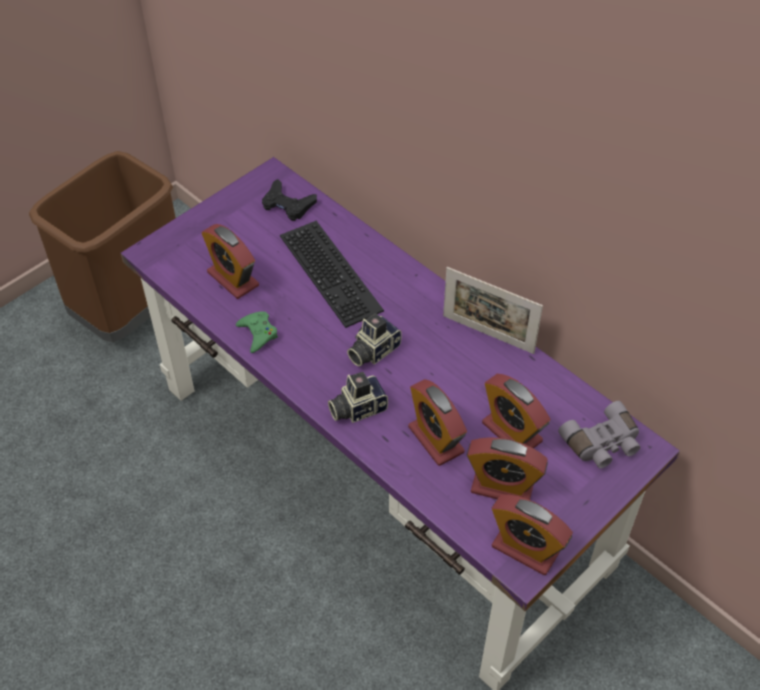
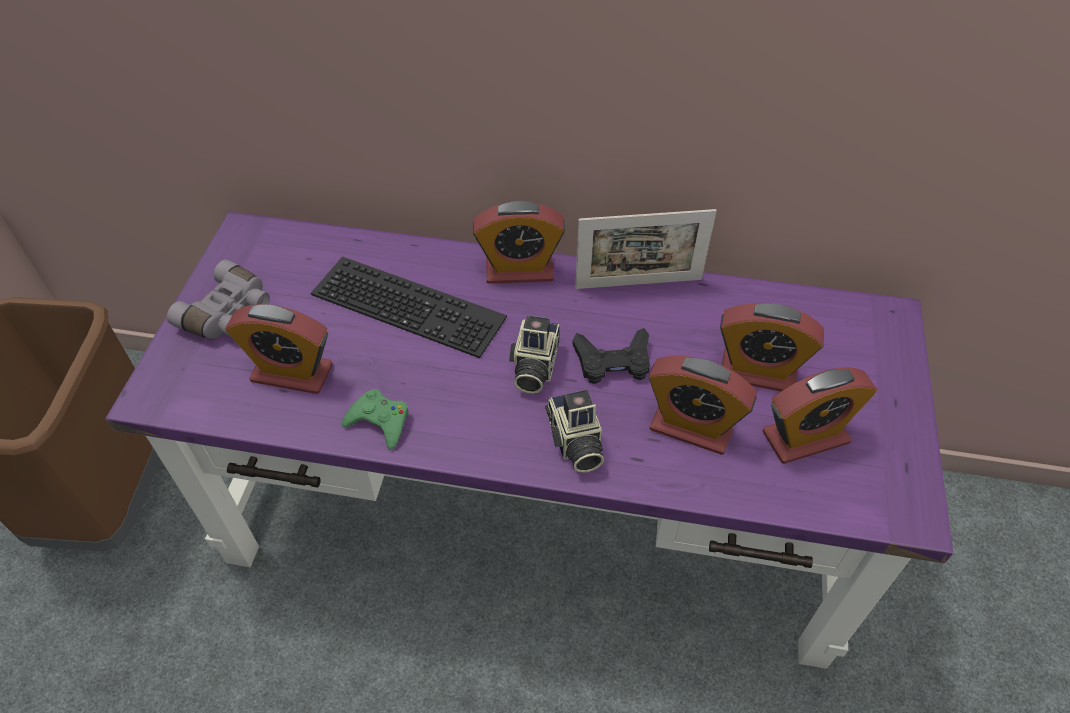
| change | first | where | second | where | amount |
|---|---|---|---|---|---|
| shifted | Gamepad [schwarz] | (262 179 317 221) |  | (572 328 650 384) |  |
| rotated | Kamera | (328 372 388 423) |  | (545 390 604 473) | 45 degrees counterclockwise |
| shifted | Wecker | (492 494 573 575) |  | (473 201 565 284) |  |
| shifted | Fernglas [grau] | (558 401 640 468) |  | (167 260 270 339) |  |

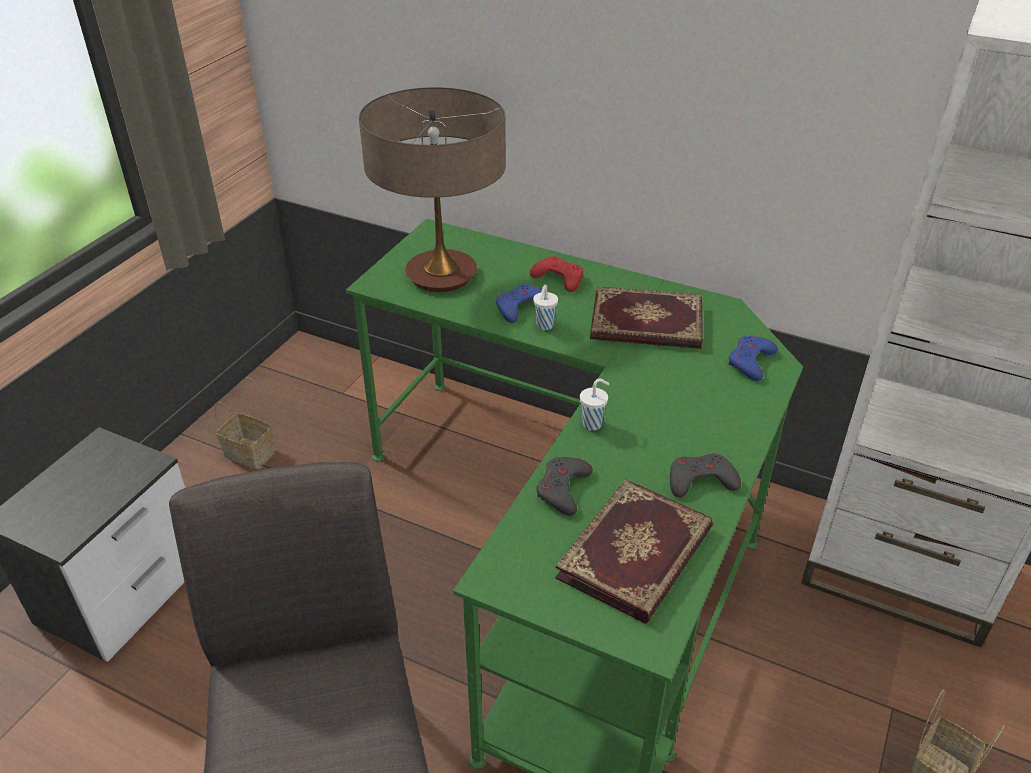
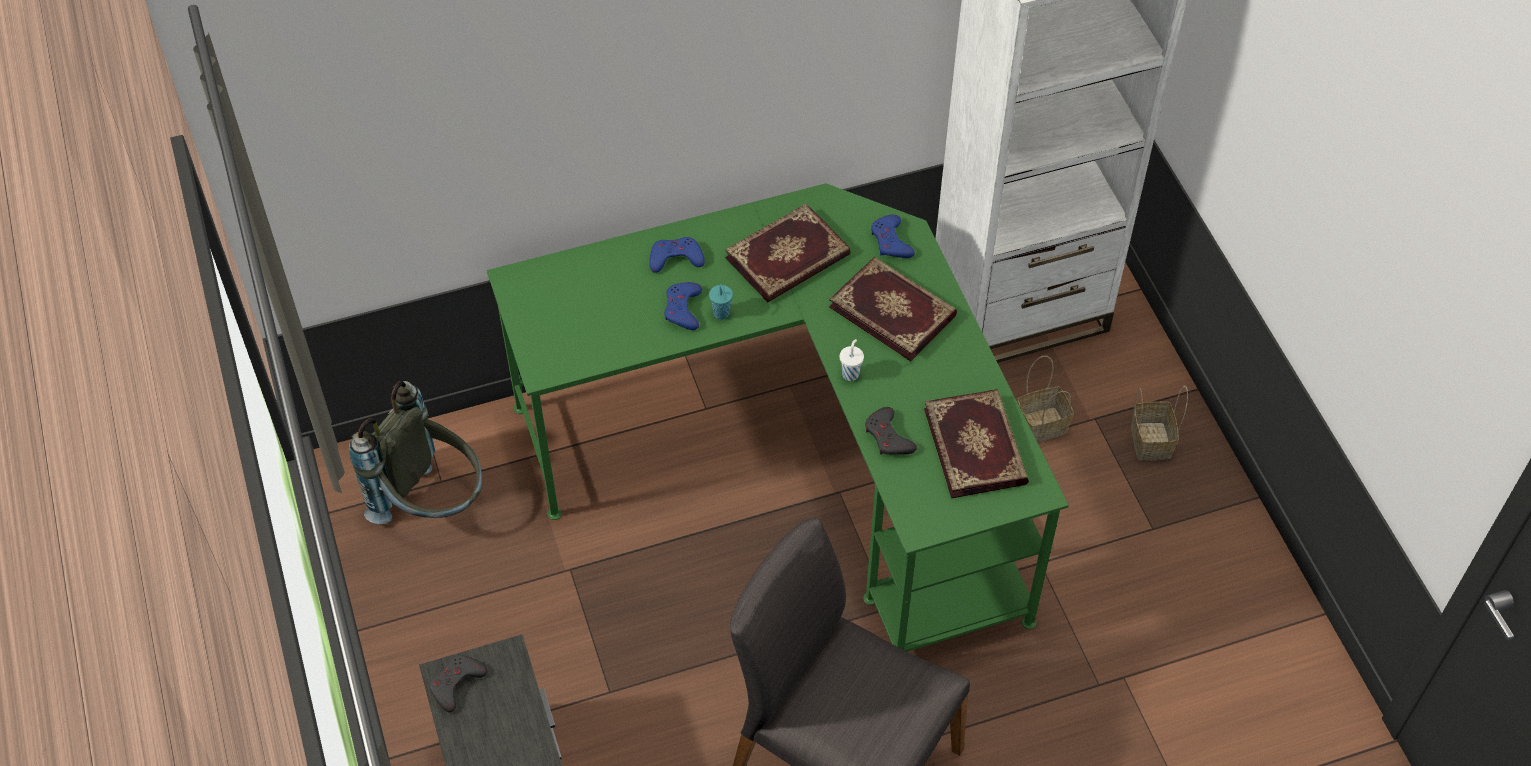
| change | first | where | second | where | amount |
|---|---|---|---|---|---|
| shifted | Korb | (214 377 275 469) |  | (1017 356 1074 443) |  |
| gone | Tischlampe | (359 87 506 292) |  |  |  |
| repainted | Gamepad [rot] | (530 256 584 292) | Gamepad [blau] | (649 237 705 273) |  |
| repainted | Tasse [weiß] | (533 284 558 330) | Tasse [türkis] | (709 284 733 320) |  |
| shifted | Gamepad [grau] | (670 454 741 497) |  | (429 655 488 712) |  |
| new |  |  | Rucksack [grau] | (349 381 482 524) |  |
| new |  |  | Buch | (829 257 957 361) |  |

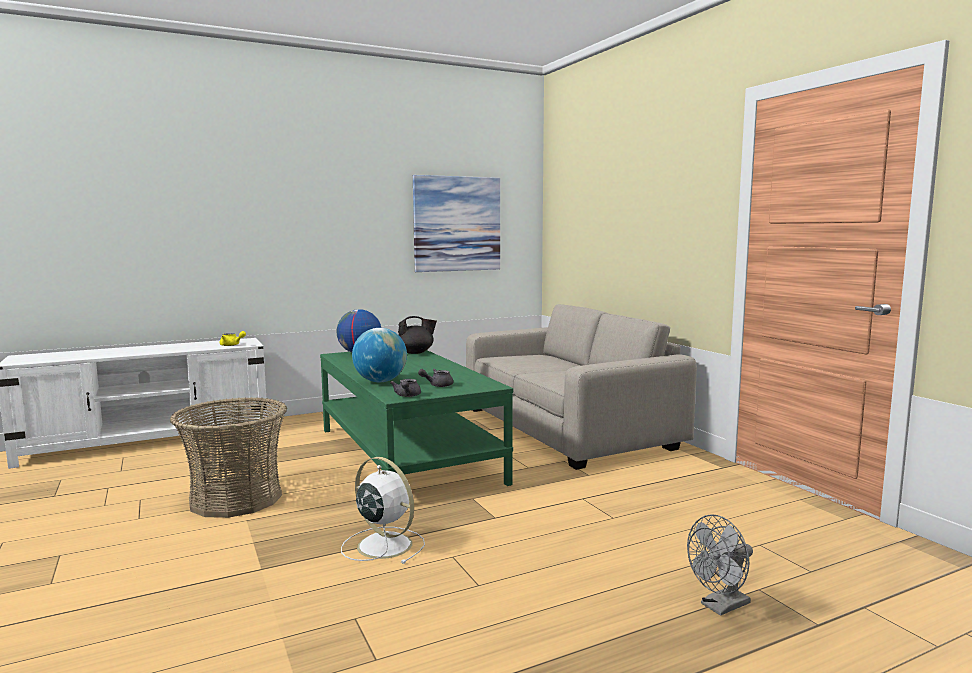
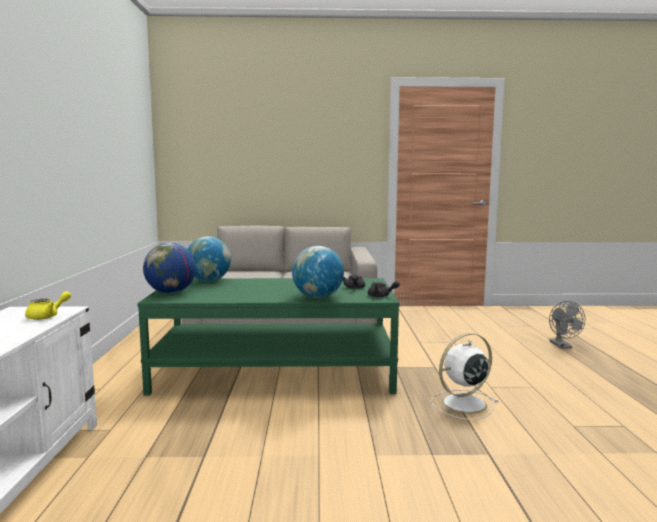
| change | first | where | second | where | amount |
|---|---|---|---|---|---|
| gone | Korb | (170 397 287 518) |  |  |  |
| swapped | Teekanne [schwarz] | (398 316 437 354) | Globus | (188 236 231 282) |  |
| gone | Bild | (413 175 500 272) |  |  |  |

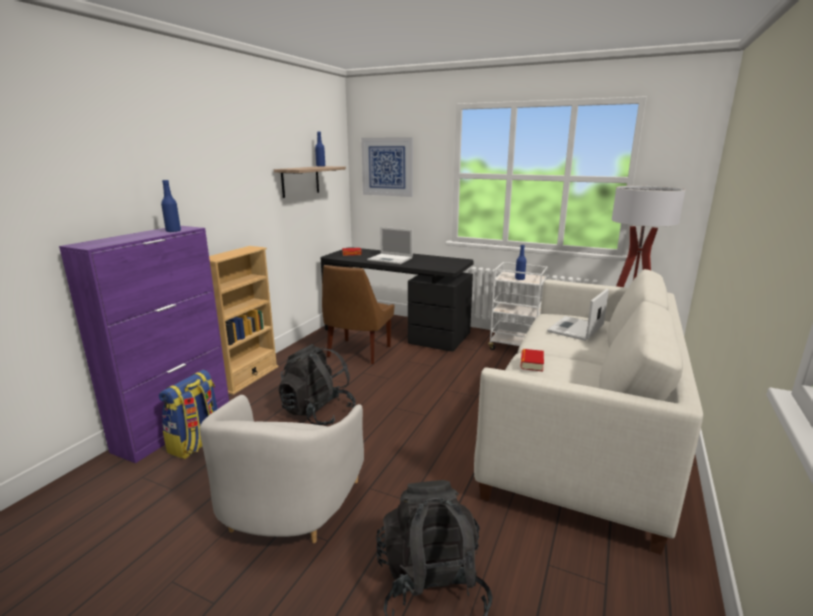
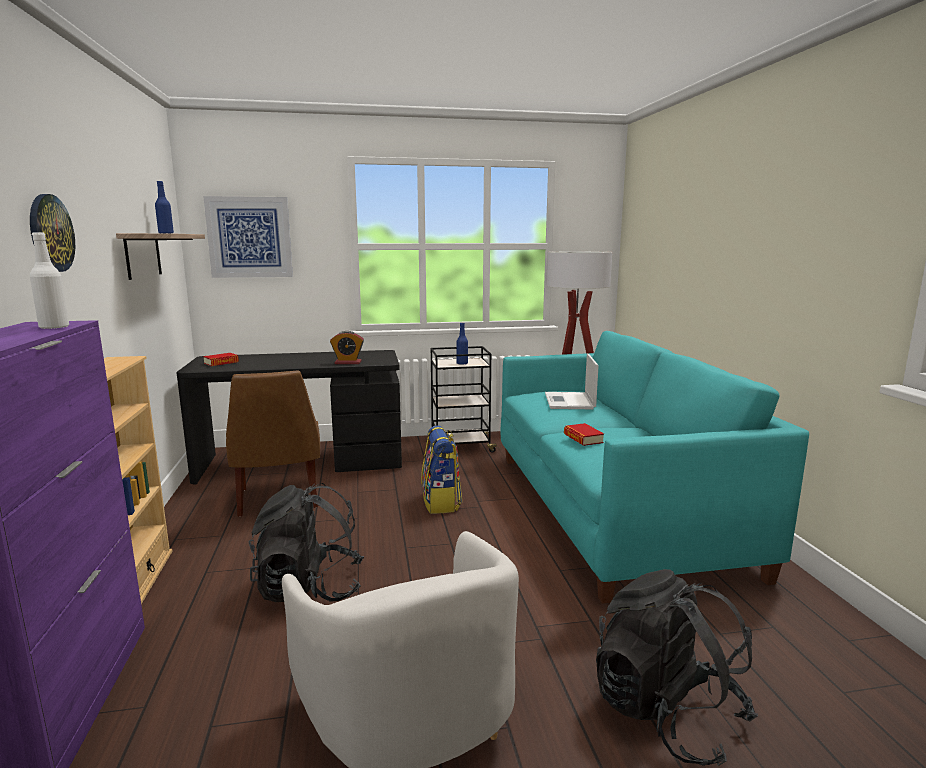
| change | first | where | second | where | amount |
|---|---|---|---|---|---|
| shifted | Rucksack | (159 370 218 459) |  | (421 425 462 514) |  |
| repainted | Flasche [blau] | (161 180 181 232) | Flasche [weiß] | (30 233 69 329) |  |
| gone | Laptop | (367 227 413 264) |  |  |  |
| repainted | Sofa [weiß] | (474 269 703 555) | Sofa [türkis] | (501 331 809 604) |  |
| repainted | Rollwagen [weiß] | (488 262 548 350) | Rollwagen [schwarz] | (431 346 499 453) |  |
| new |  |  | Wanduhr | (30 194 75 272) |  |
| new |  |  | Wecker | (330 331 364 364) |  |

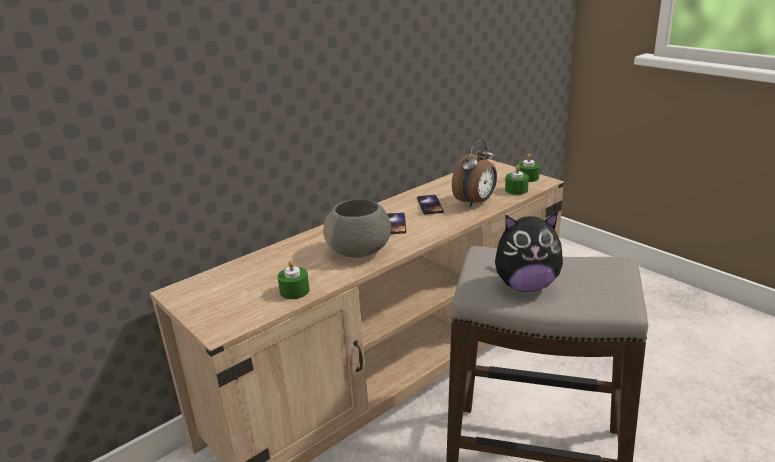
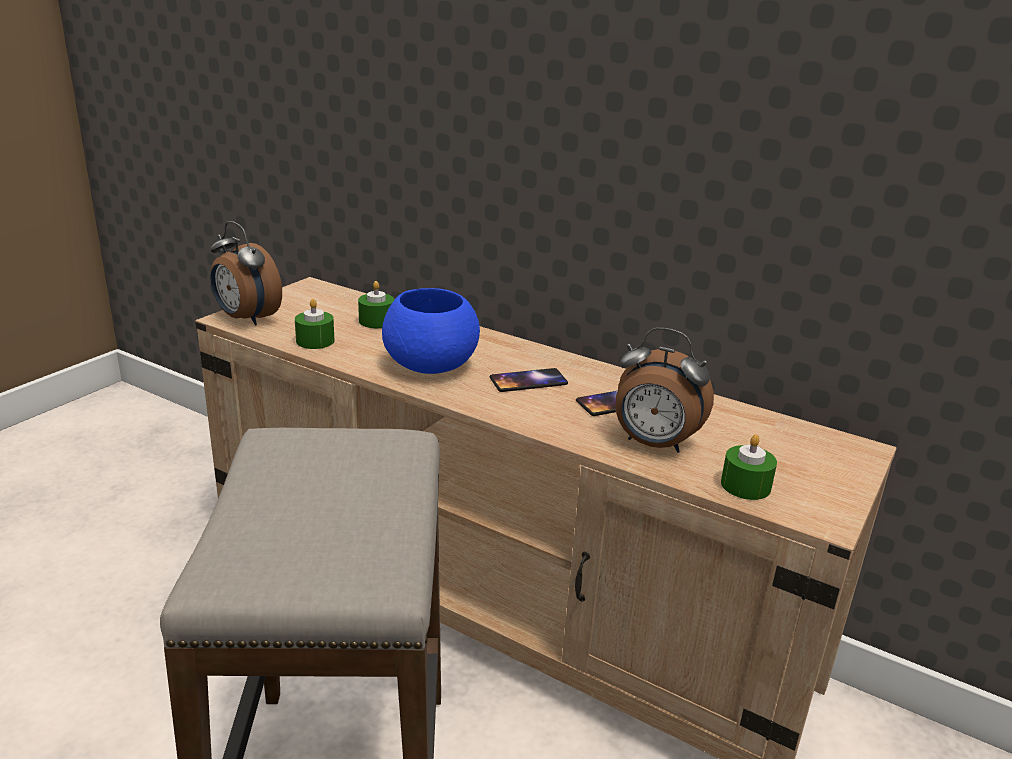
| change | first | where | second | where | amount |
|---|---|---|---|---|---|
| repainted | Schüssel [grau] | (323 199 391 258) | Schüssel [blau] | (382 288 480 374) |  |
| gone | Plüschtier | (495 212 563 292) |  |  |  |
| shifted | Kerze [grün] | (518 153 540 182) |  | (358 281 394 328) |  |
| new |  |  | Wecker | (210 221 282 326) |  |

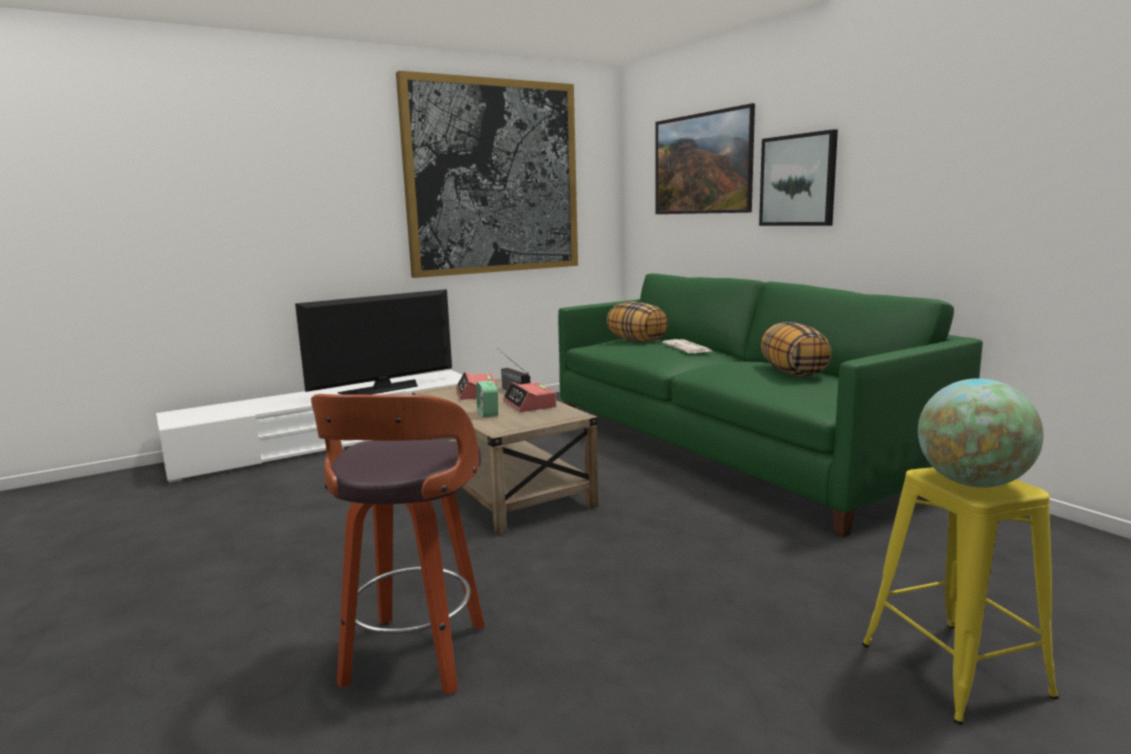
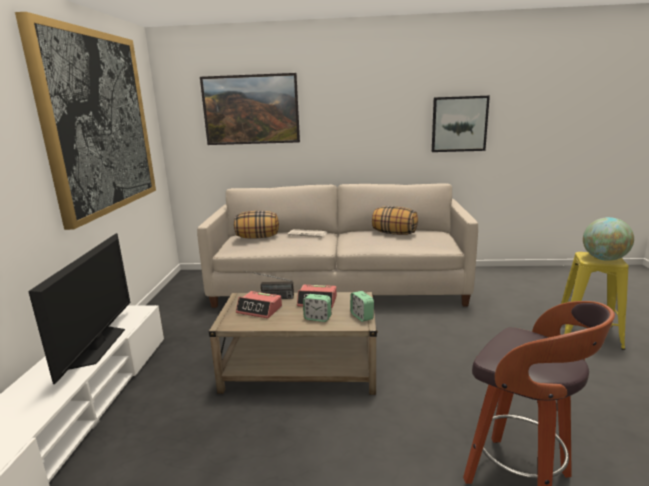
| change | first | where | second | where | amount |
|---|---|---|---|---|---|
| repainted | Sofa [grün] | (558 273 983 537) | Sofa [beige] | (197 183 478 308) |  |
| shifted | Bild | (759 129 838 226) |  | (432 96 490 152) |  |
| new |  |  | Wecker | (350 291 374 322) |  |

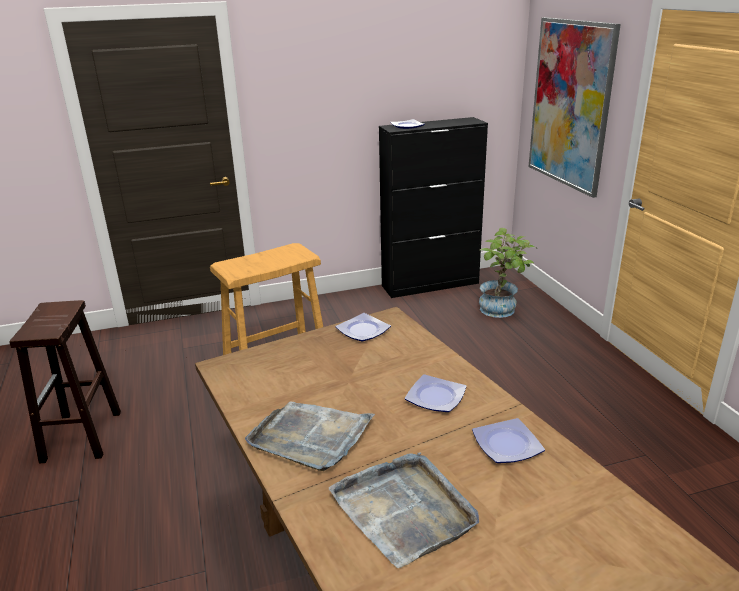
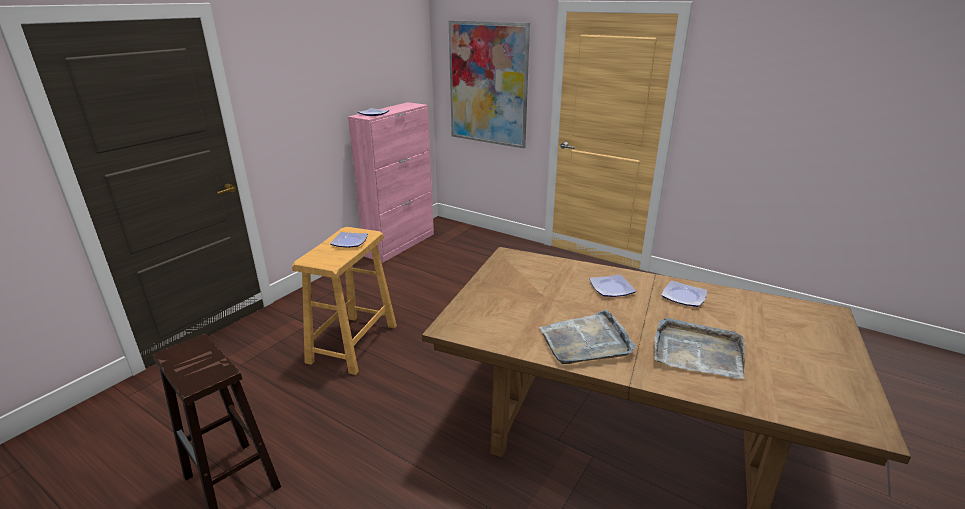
| change | first | where | second | where | amount |
|---|---|---|---|---|---|
| shifted | Teller | (335 313 391 341) |  | (330 232 368 247) |  |
| repainted | Schrank [schwarz] | (379 117 488 298) | Schrank [rosa] | (348 102 434 263) |  |
| gone | Topfpflanze | (479 228 538 318) |  |  |  |

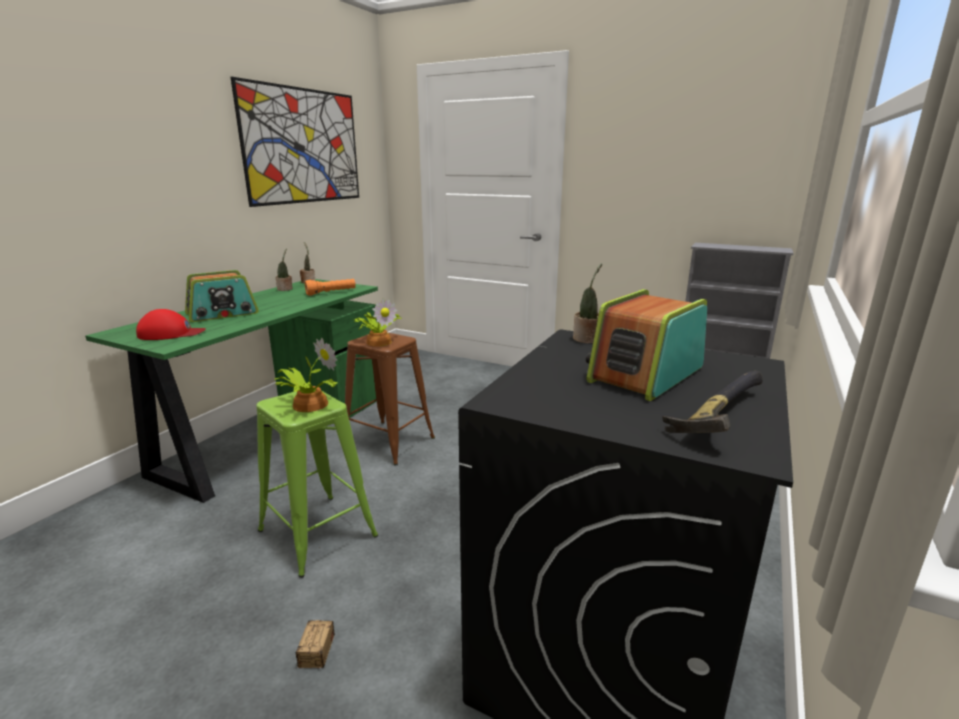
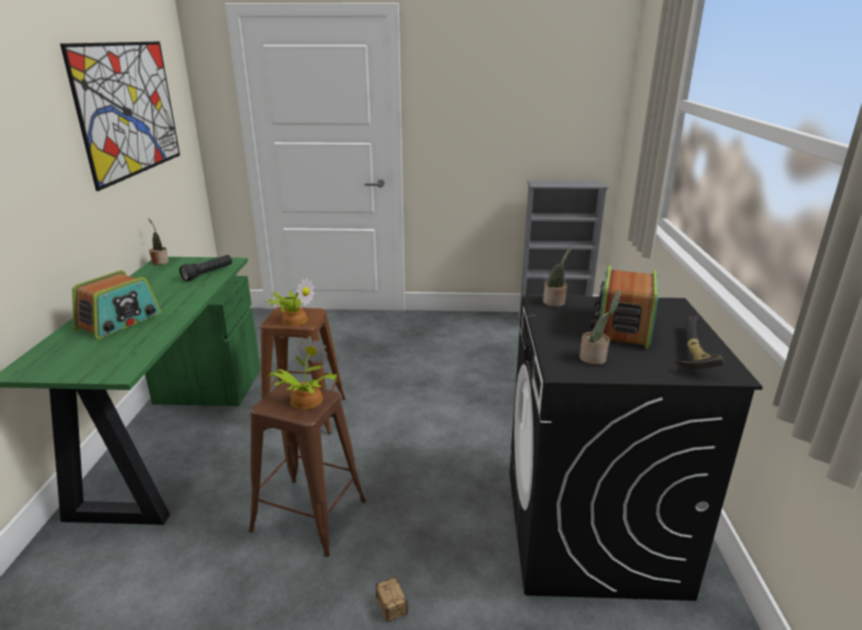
| change | first | where | second | where | amount |
|---|---|---|---|---|---|
| gone | Kappe [rot] | (136 309 206 340) |  |  |  |
| repainted | Hocker [grün] | (256 390 378 578) | Hocker [braun] | (249 382 366 557) |  |
| shifted | Topfpflanze | (276 248 293 291) |  | (580 290 621 365) |  |
| repainted | Taschenlampe [orange] | (305 279 356 296) | Taschenlampe [schwarz] | (179 255 232 281) |  |

